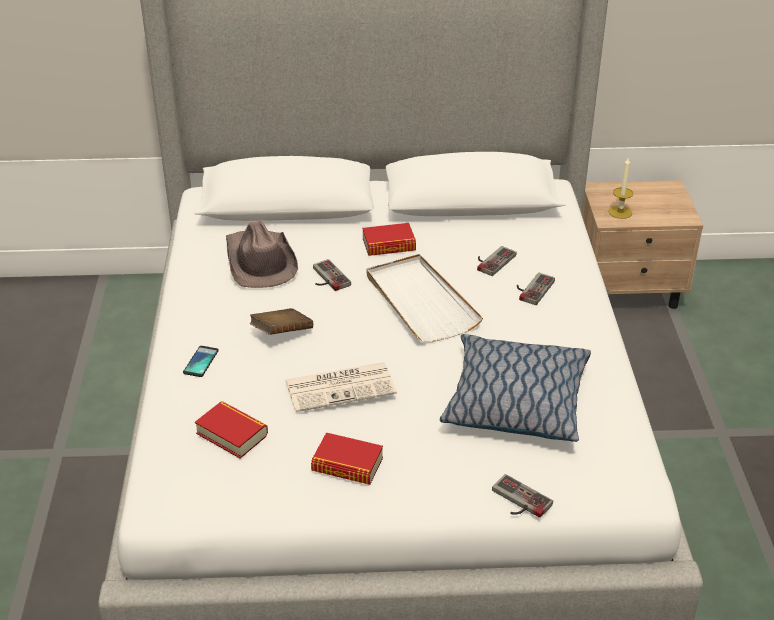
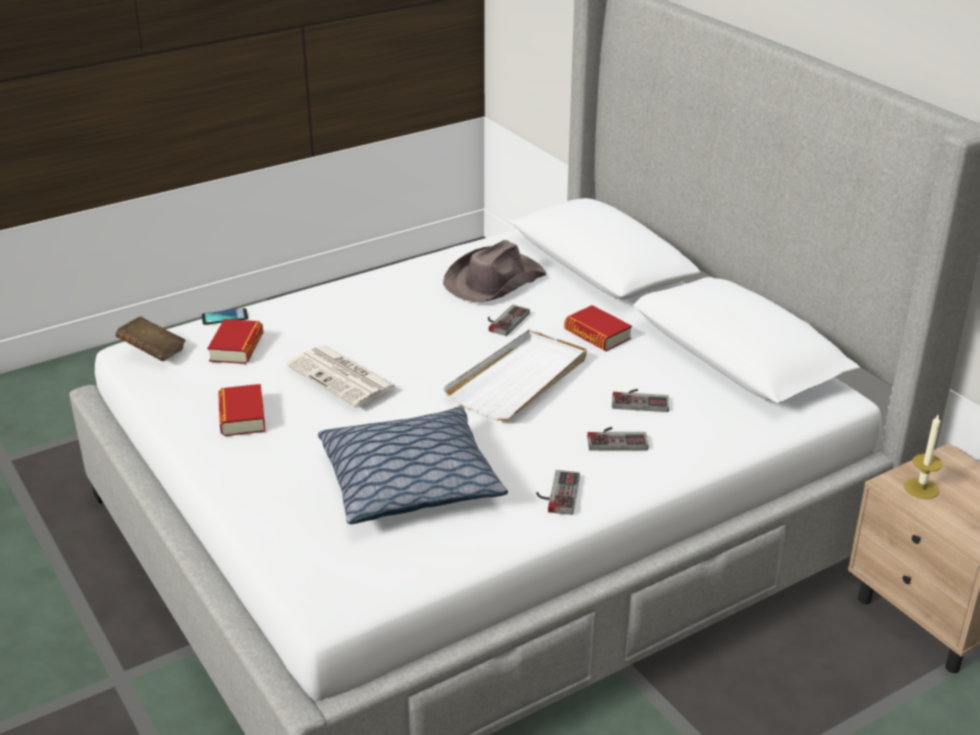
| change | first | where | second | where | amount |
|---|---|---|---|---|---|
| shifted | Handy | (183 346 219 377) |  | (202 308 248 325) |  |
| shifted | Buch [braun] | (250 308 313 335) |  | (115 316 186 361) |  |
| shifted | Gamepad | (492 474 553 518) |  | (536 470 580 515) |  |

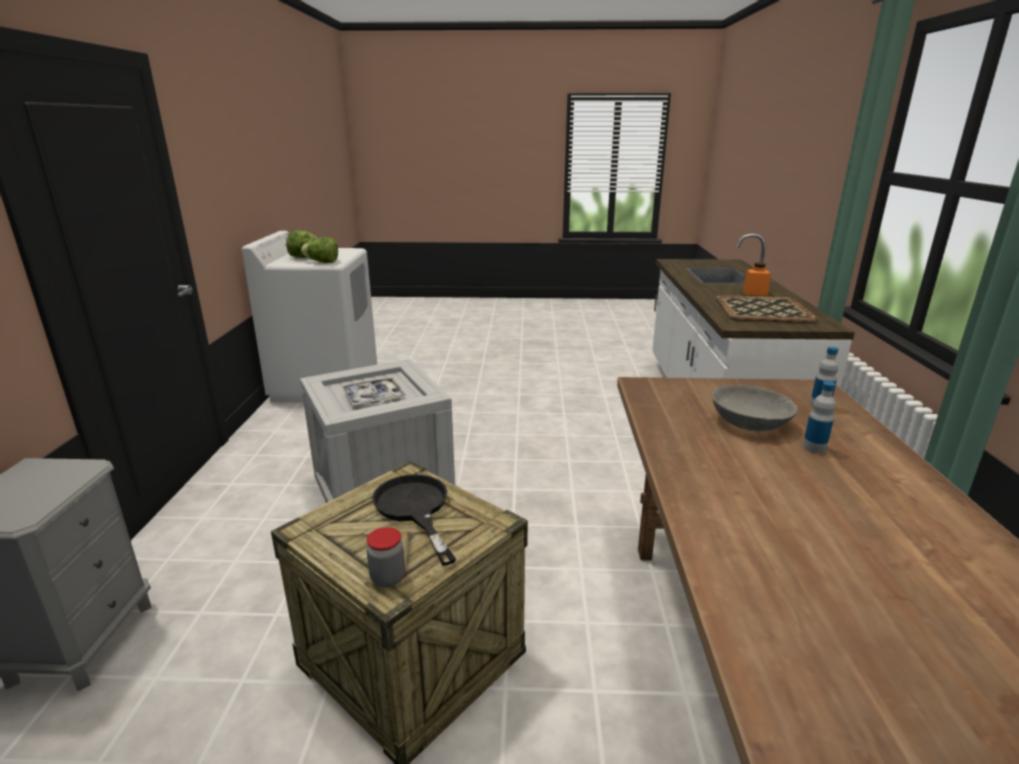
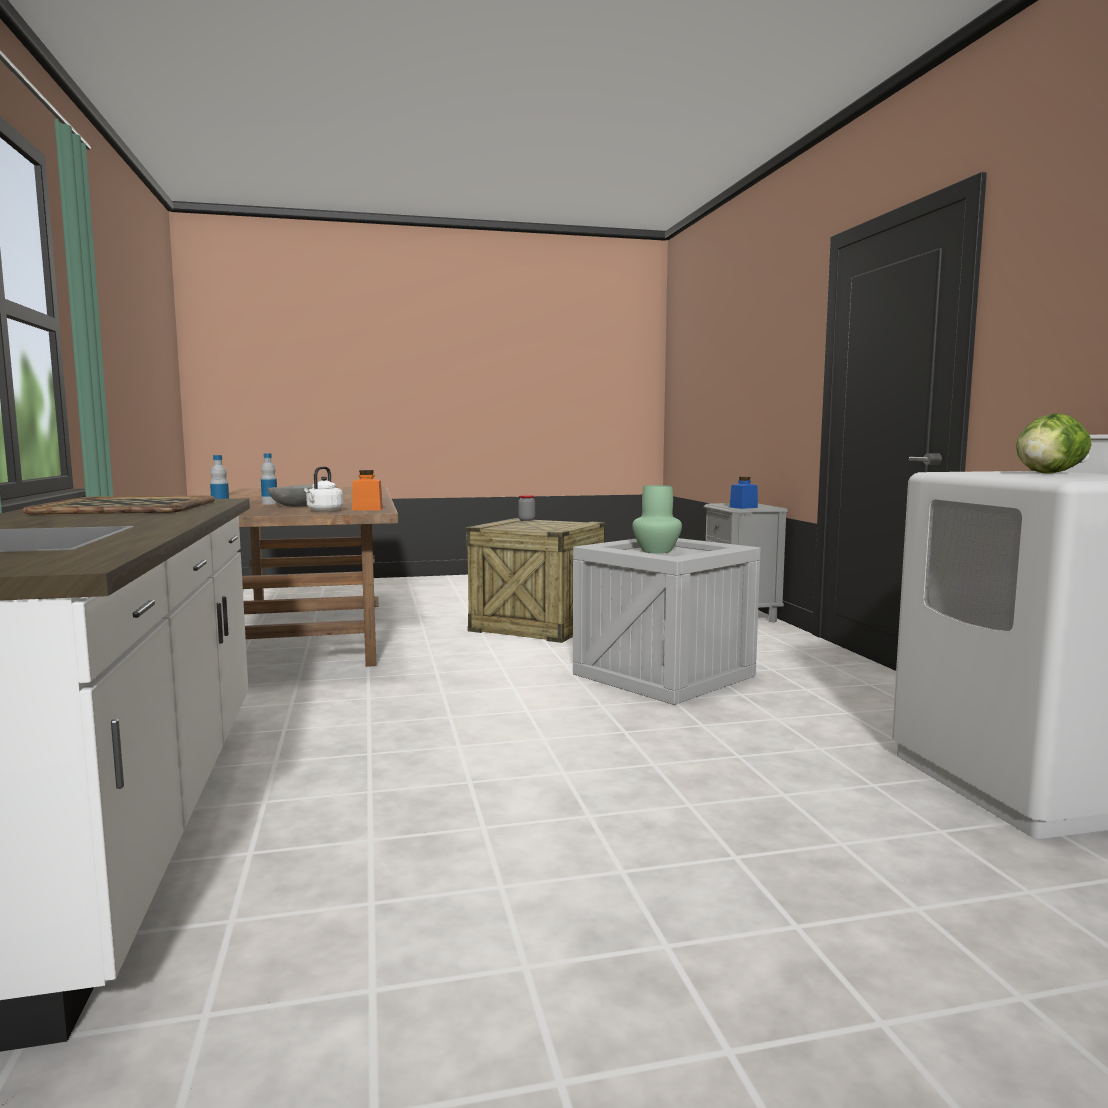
| change | first | where | second | where | amount |
|---|---|---|---|---|---|
| gone | Salatkopf | (301 237 338 263) |  |  |  |
| swapped | Tablett | (342 378 406 406) | Vase [grün] | (632 485 682 553) |  |
| gone | Pfanne [schwarz] | (372 474 456 566) |  |  |  |
| shifted | Vorratsglas [orange] | (743 262 771 295) |  | (352 470 383 511) |  |
| new |  |  | Wasserkessel [weiß] | (304 466 344 512) |  |
| new |  |  | Vorratsglas [blau] | (730 477 758 509) |  |

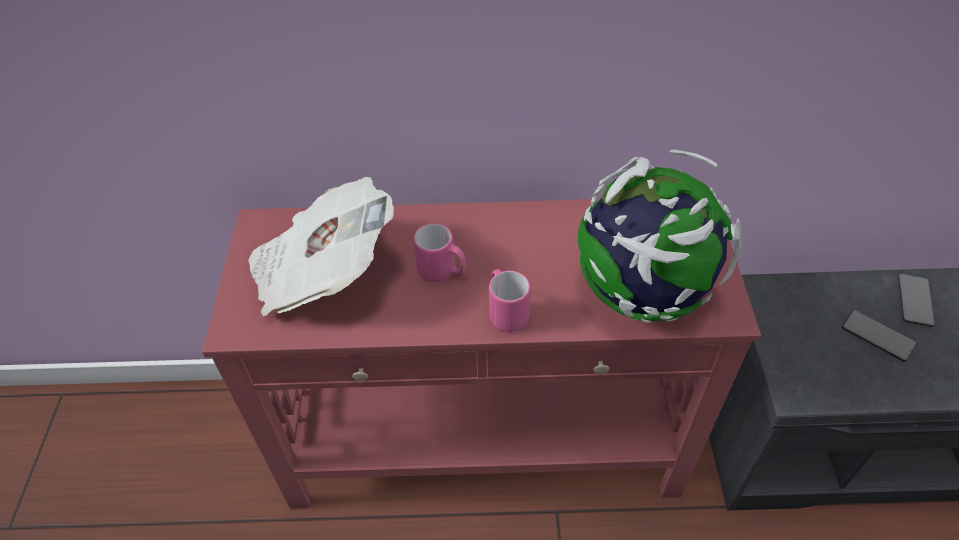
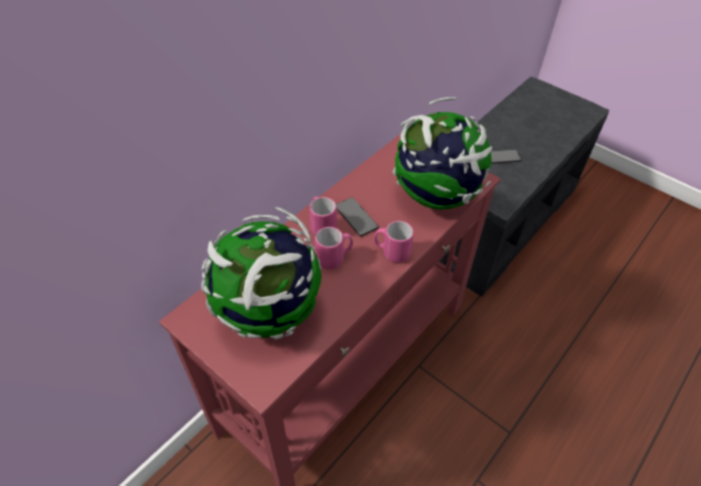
| change | first | where | second | where | amount |
|---|---|---|---|---|---|
| swapped | Zeitung | (248 177 394 316) | Globus | (201 207 322 339) |  |
| shifted | Handy | (898 273 935 327) |  | (336 197 379 237) |  |
| new |  |  | Henkelbecher [rosa] | (309 197 337 235) |  |

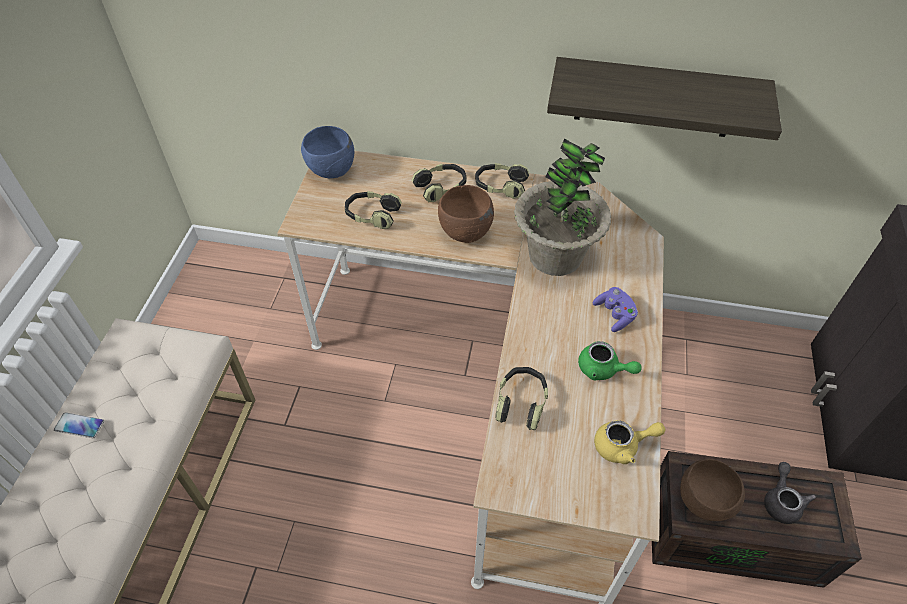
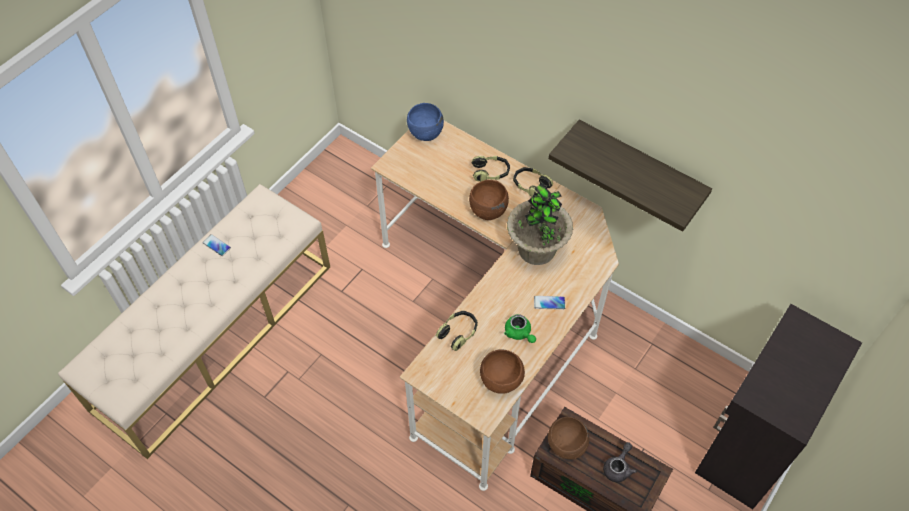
| change | first | where | second | where | amount |
|---|---|---|---|---|---|
| gone | Kopfhörer | (345 191 402 229) |  |  |  |
| swapped | Gamepad [lila] | (593 287 638 332) | Handy | (534 296 565 310) |  |
| swapped | Teekanne [gelb] | (594 420 665 464) | Schüssel [braun] | (480 349 525 394) |  |

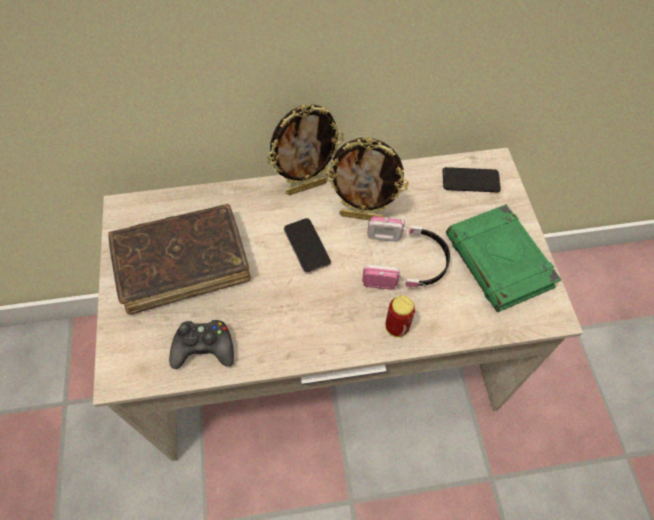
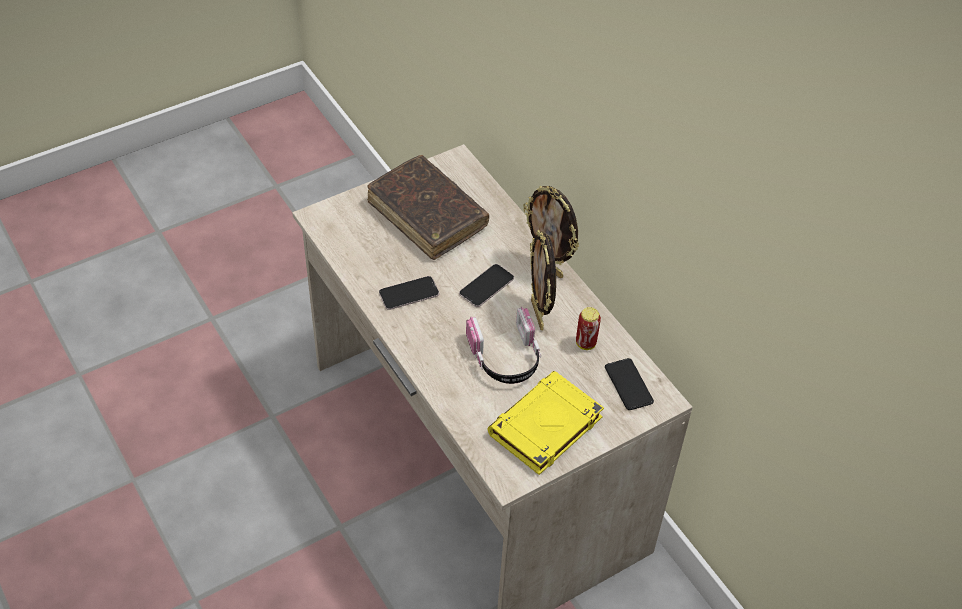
| change | first | where | second | where | amount |
|---|---|---|---|---|---|
| gone | Gamepad [schwarz] | (169 320 234 369) |  |  |  |
| shifted | Dose | (386 296 415 337) |  | (576 307 601 350) |  |
| repainted | Buch [grün] | (446 204 562 312) | Buch [gelb] | (488 371 604 475) |  |
| new |  |  | Handy | (379 276 439 310) |  |

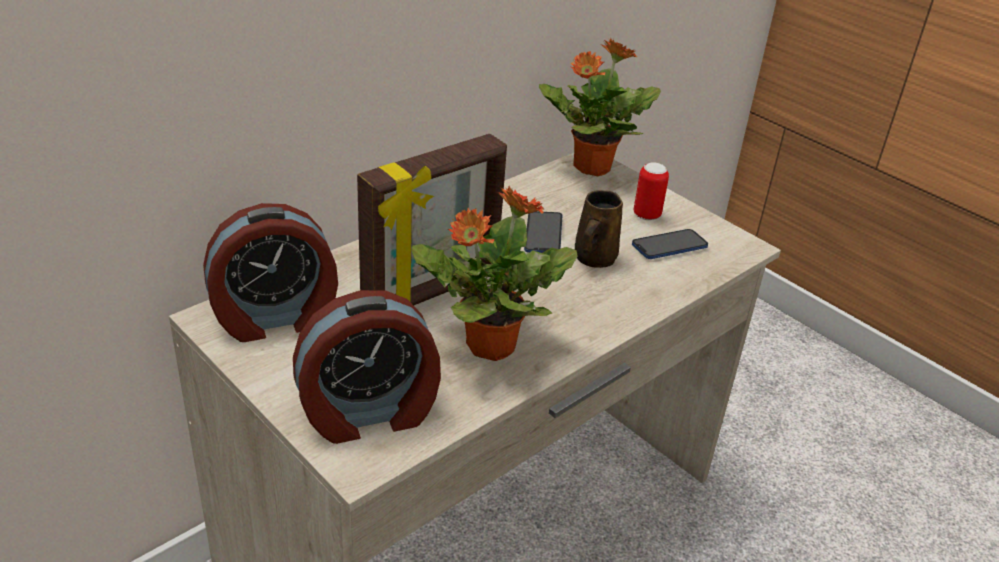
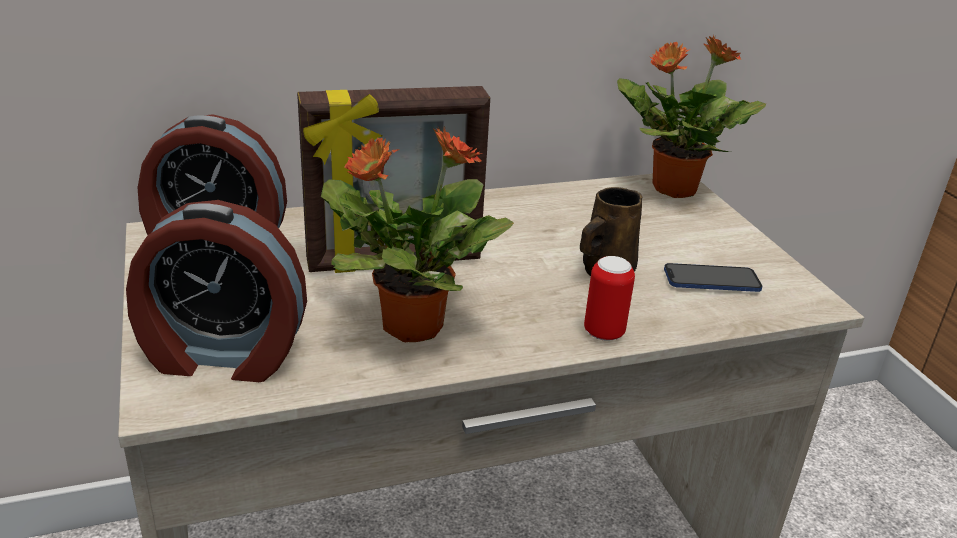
| change | first | where | second | where | amount |
|---|---|---|---|---|---|
| gone | Handy | (524 211 563 253) |  |  |  |
| shifted | Dose | (634 163 669 220) |  | (584 256 635 340) |  |

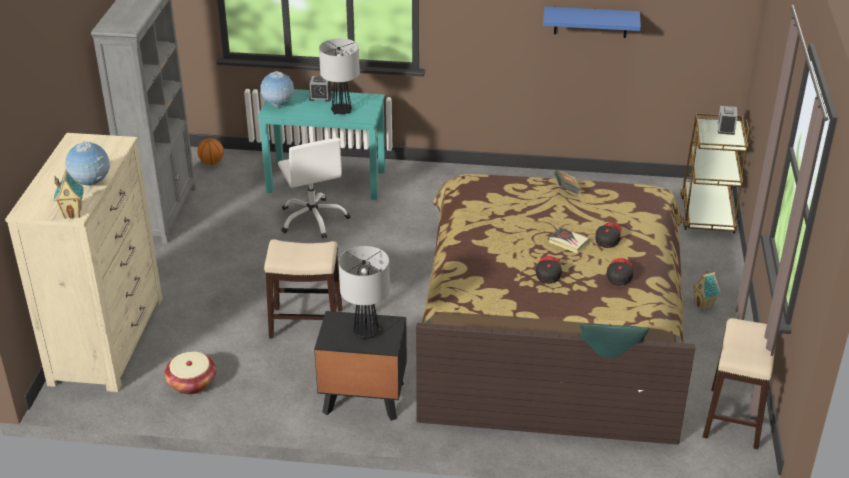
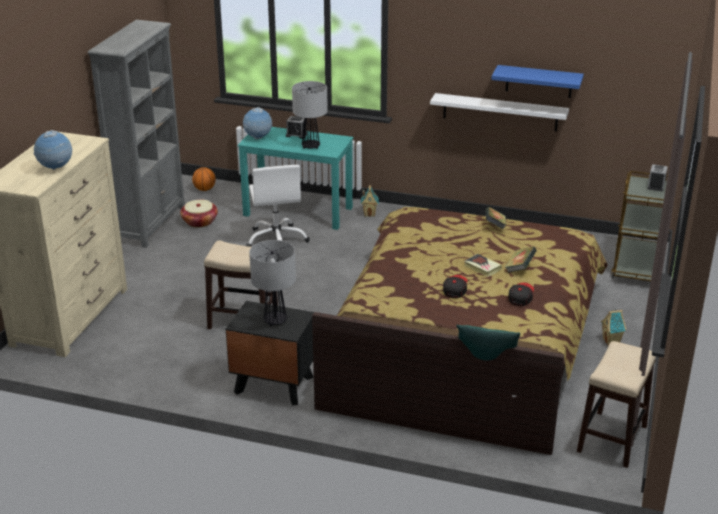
| change | first | where | second | where | amount |
|---|---|---|---|---|---|
| shifted | Spielzeughaus | (54 169 84 219) |  | (361 185 379 217) |  |
| shifted | Korb | (164 351 216 394) |  | (180 200 218 227) |  |
| swapped | Kappe | (595 223 622 248) | Buch | (505 247 537 273) |  |
| new |  |  | Wandregal [weiß] | (430 93 569 131) |  |

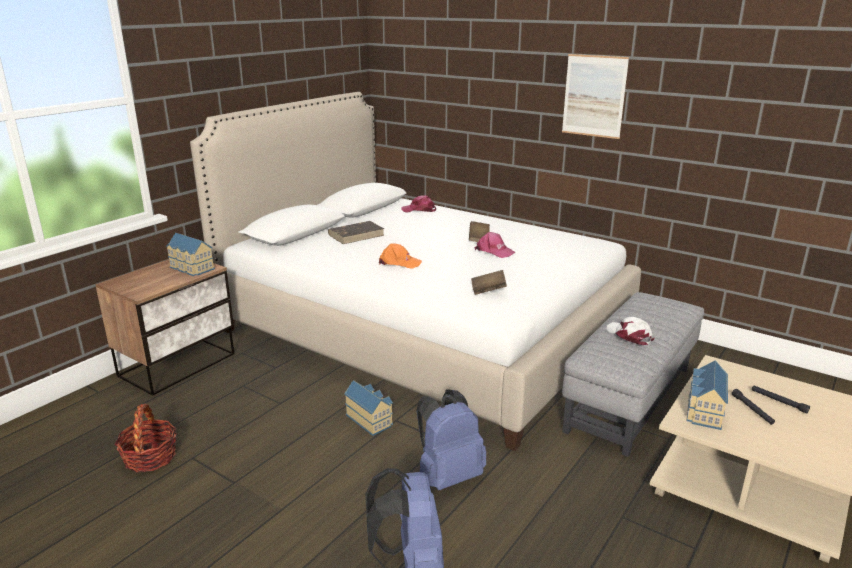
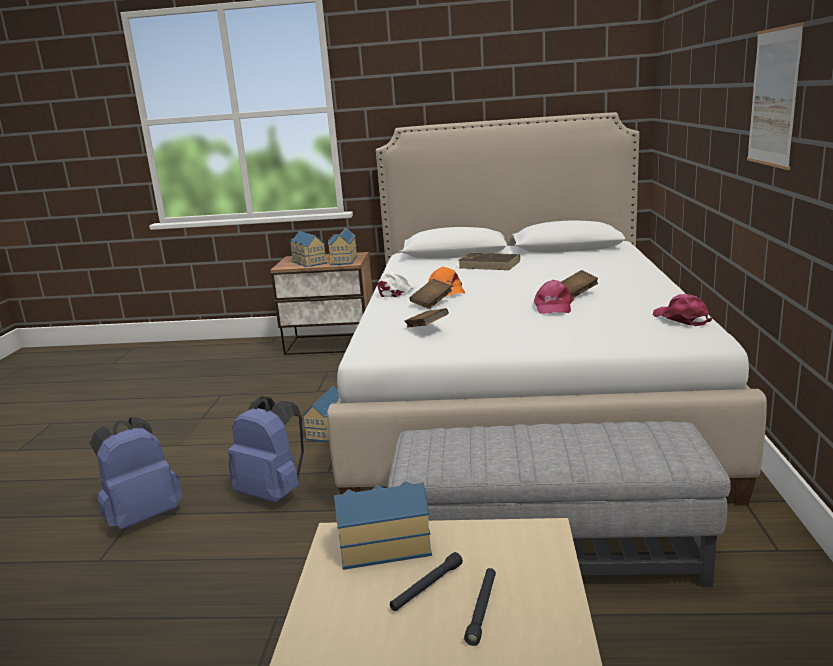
| change | first | where | second | where | amount |
|---|---|---|---|---|---|
| gone | Korb | (115 404 176 473) |  |  |  |
| shifted | Kappe [rosa] | (401 195 436 212) |  | (653 294 713 326) |  |
| shifted | Kappe [weiß] | (607 317 655 345) |  | (377 272 417 297) |  |
| new |  |  | Spielzeughaus | (290 231 327 267) |  |
| new |  |  | Buch [braun] | (410 279 452 309) |  |

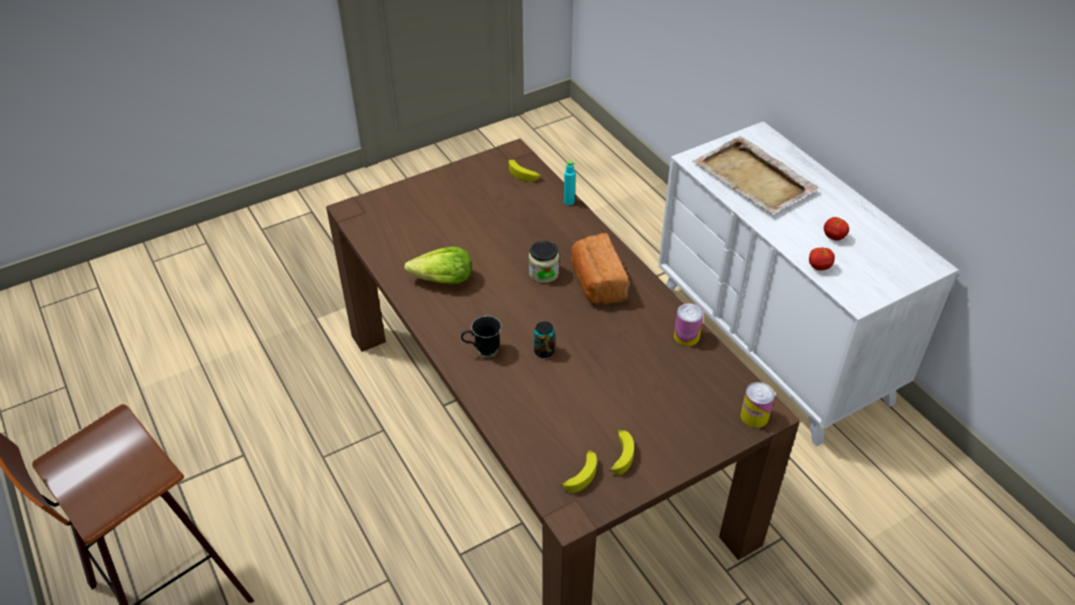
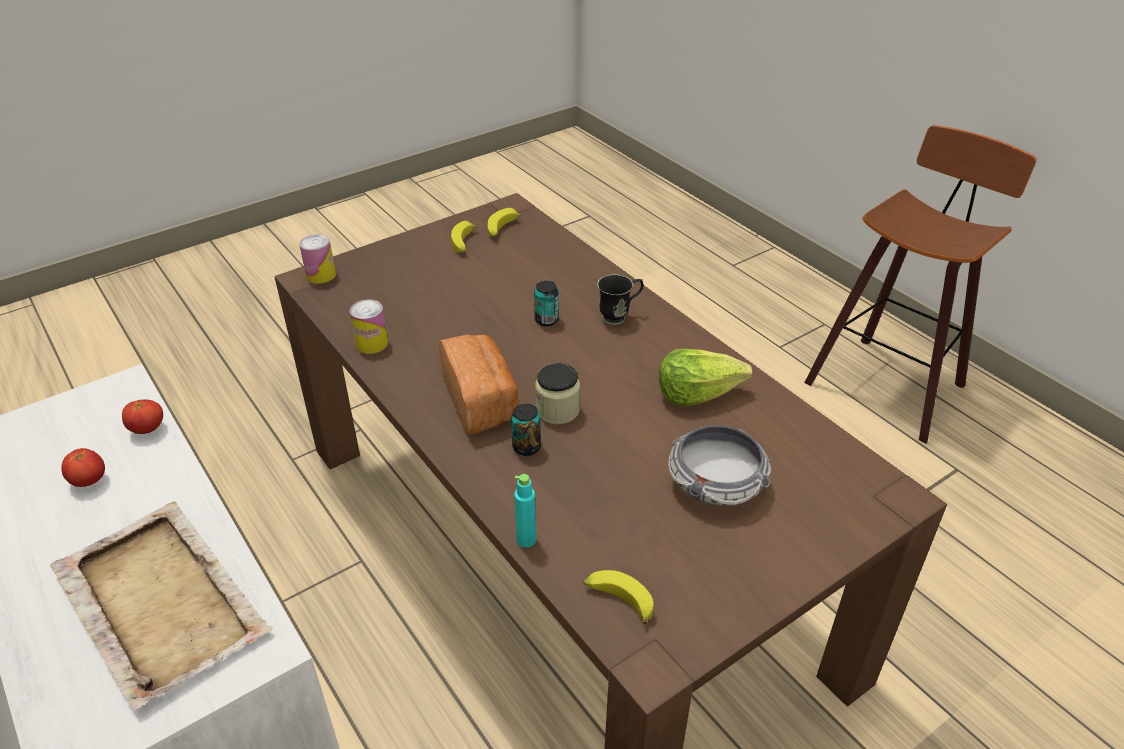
| change | first | where | second | where | amount |
|---|---|---|---|---|---|
| new |  |  | Dose | (511 404 541 456) |  |
| new |  |  | Schüssel | (668 425 771 506) |  |

